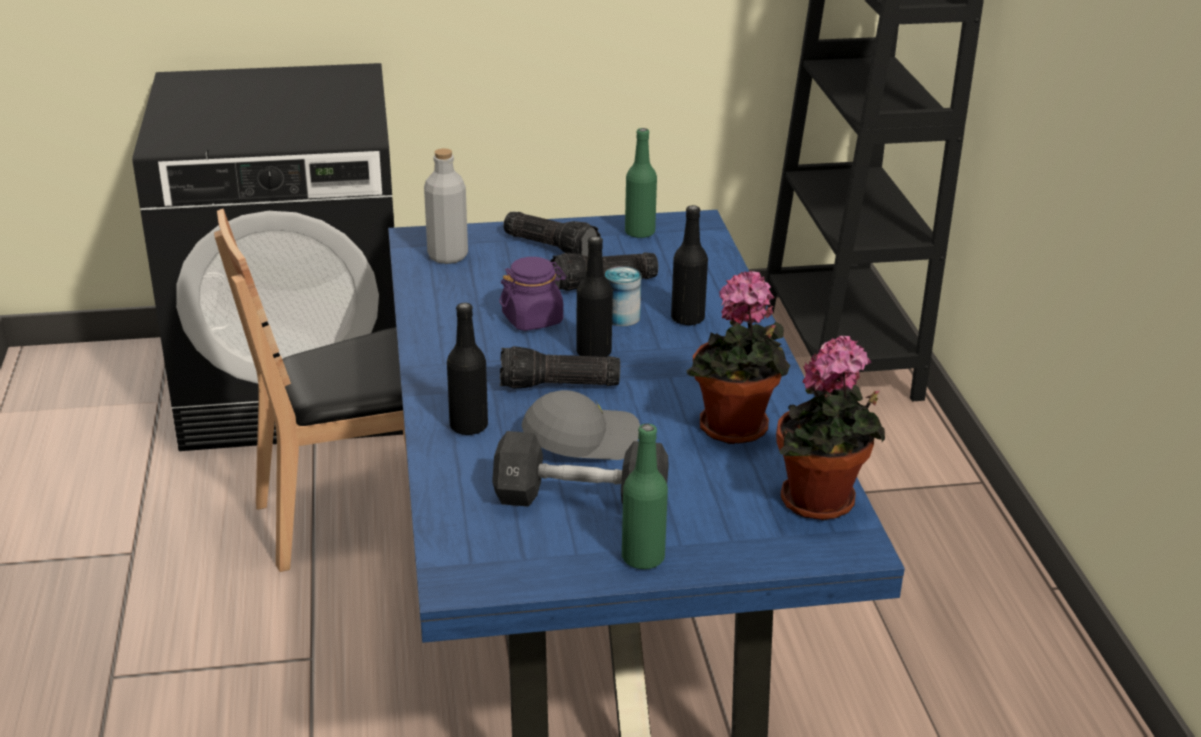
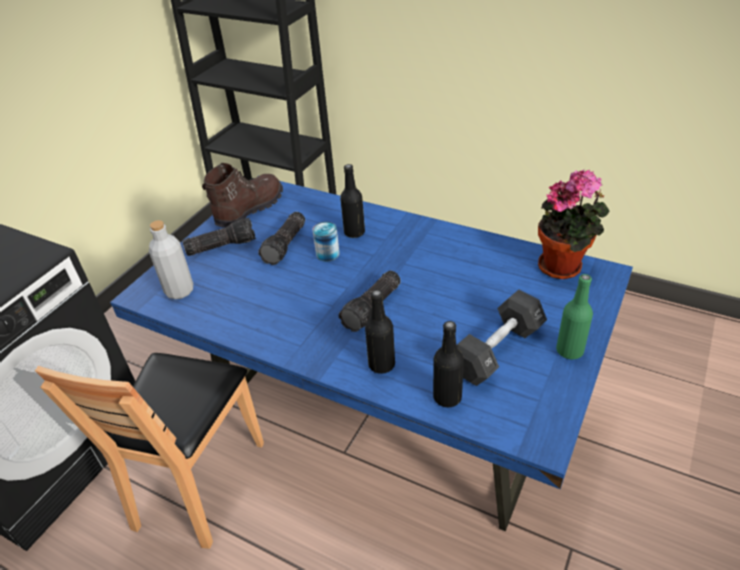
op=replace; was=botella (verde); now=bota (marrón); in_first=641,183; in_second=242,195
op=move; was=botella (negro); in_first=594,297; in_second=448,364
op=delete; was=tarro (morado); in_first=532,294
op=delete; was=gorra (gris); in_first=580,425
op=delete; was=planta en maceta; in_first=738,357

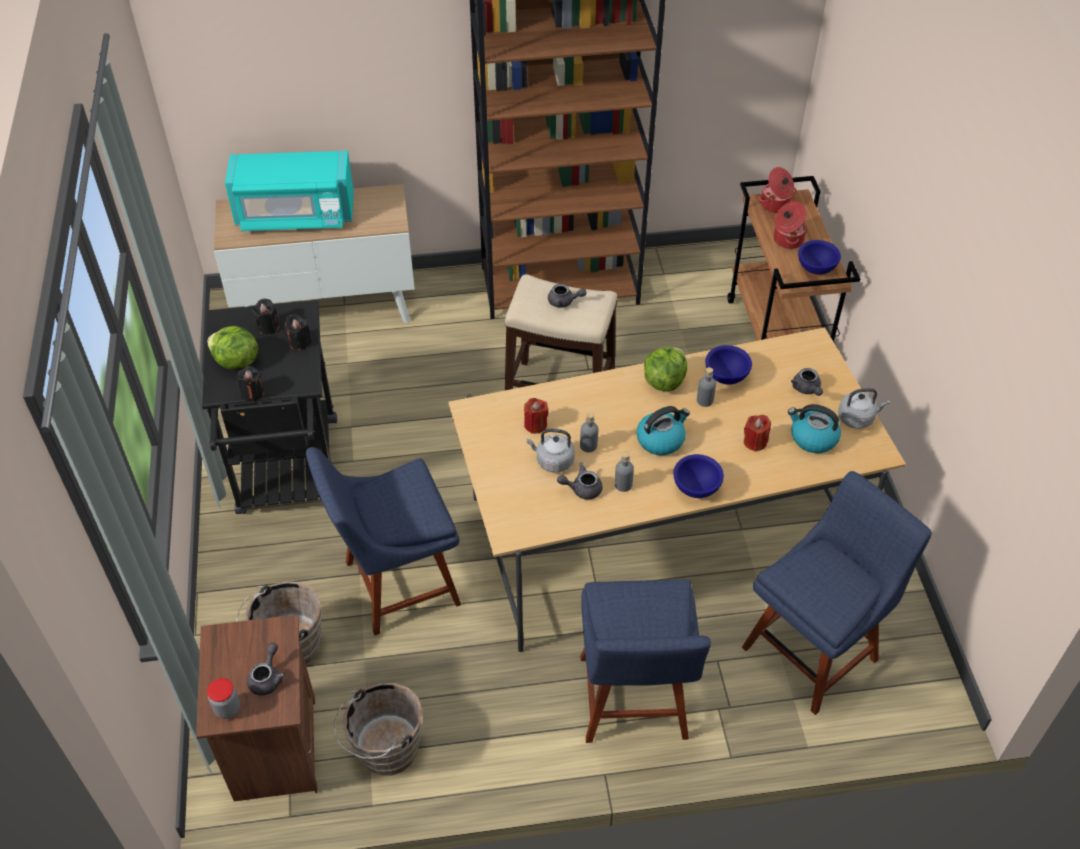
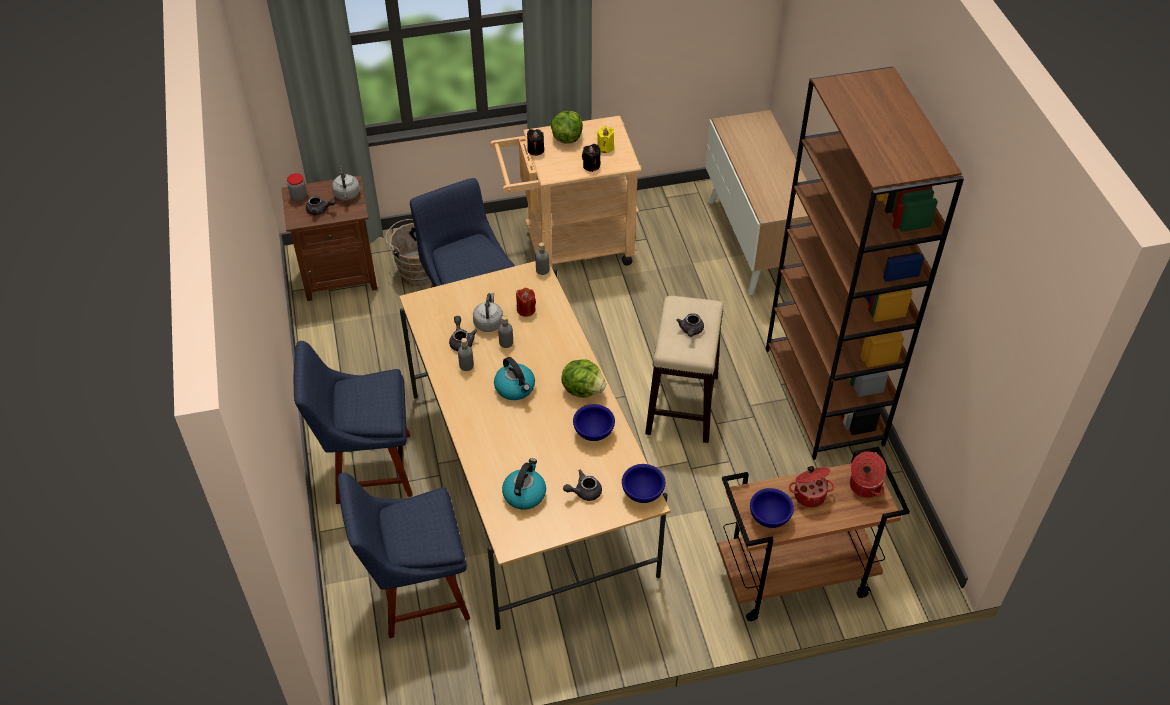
op=move; was=hervidor (gris); in_first=864,408; in_second=346,183
op=rotate; was=silla (azul); in_first=837,593; in_second=404,555; clockwise=120
op=recolor; was=carrito (negro); now=carrito (beis); in_first=269,407; in_second=566,192
op=move; was=botella (gris); in_first=706,387; in_second=542,258
op=recolor; was=vela (negro); now=vela (amarillo); in_first=265,317; in_second=605,139
op=move; was=cuenco (azul); in_first=698,476; in_second=643,483
op=delete; was=microondas (turquesa); in_first=289,191
op=delete; was=cubo (marrón); in_first=378,729
op=delete; was=vela (rojo); in_first=757,433

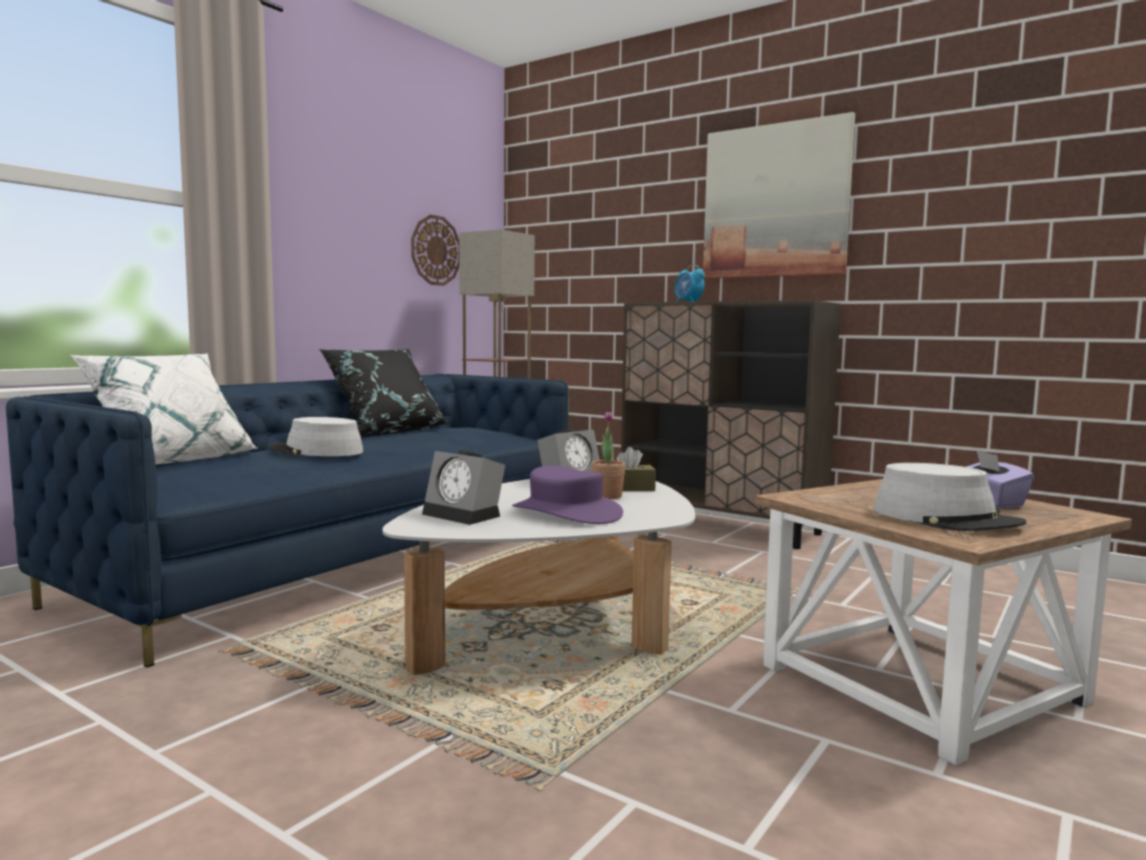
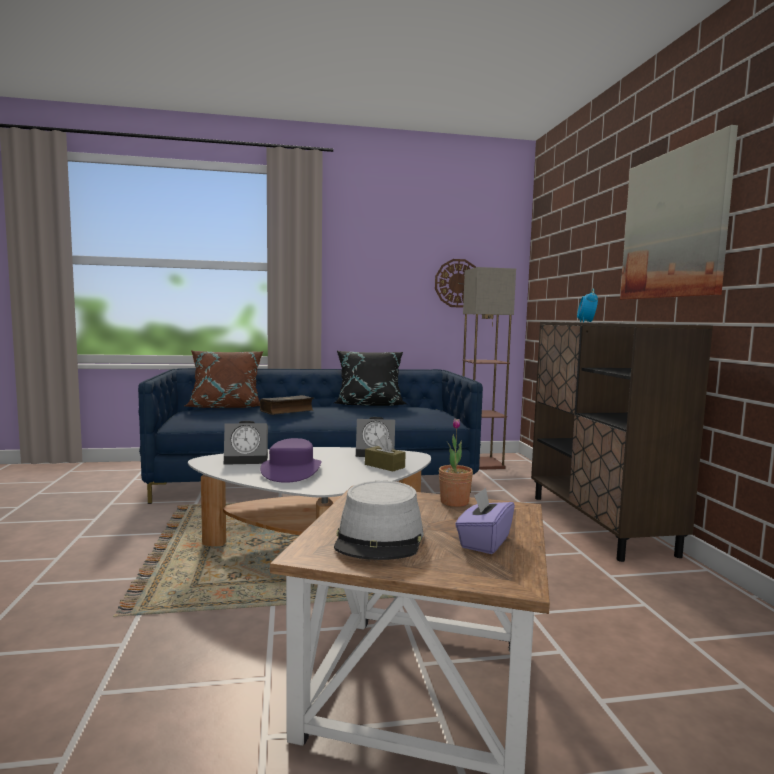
op=recolor; was=cojín (blanco); now=cojín (marrón); in_first=164,409; in_second=224,379
op=rotate; was=despertador; in_first=463,487; in_second=246,443; clockwise=-90
op=replace; was=sombrero (gris); now=libro; in_first=316,436; in_second=286,405
op=move; was=planta en maceta; in_first=609,455; in_second=456,462

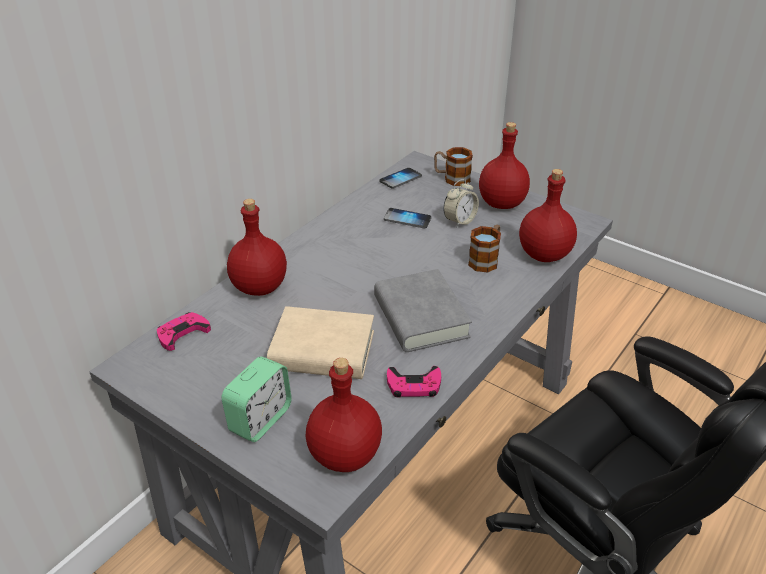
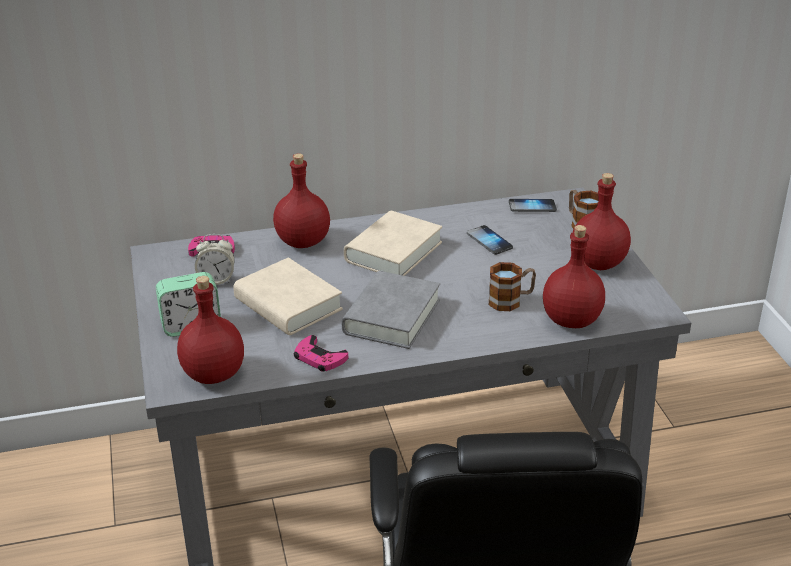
op=move; was=despertador; in_first=461,203; in_second=215,259
op=insert; now=libro (beis); in_second=393,243

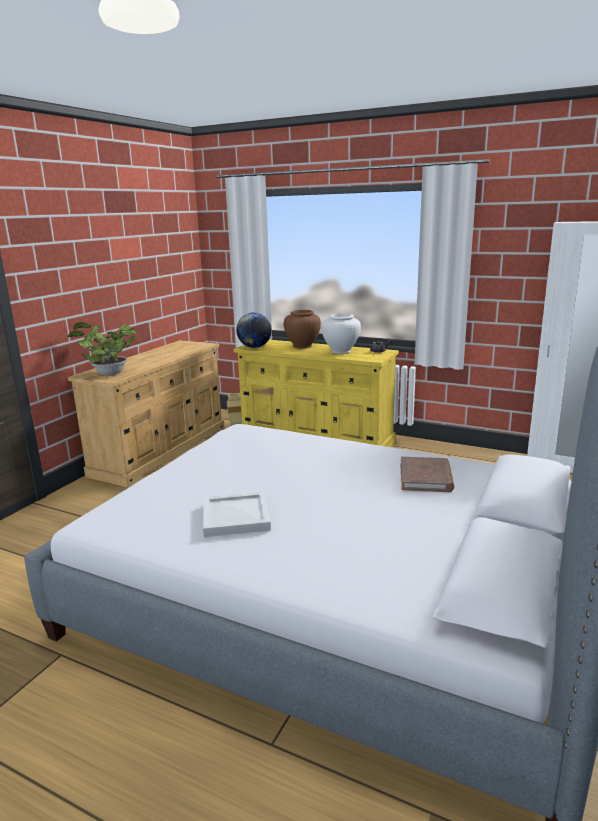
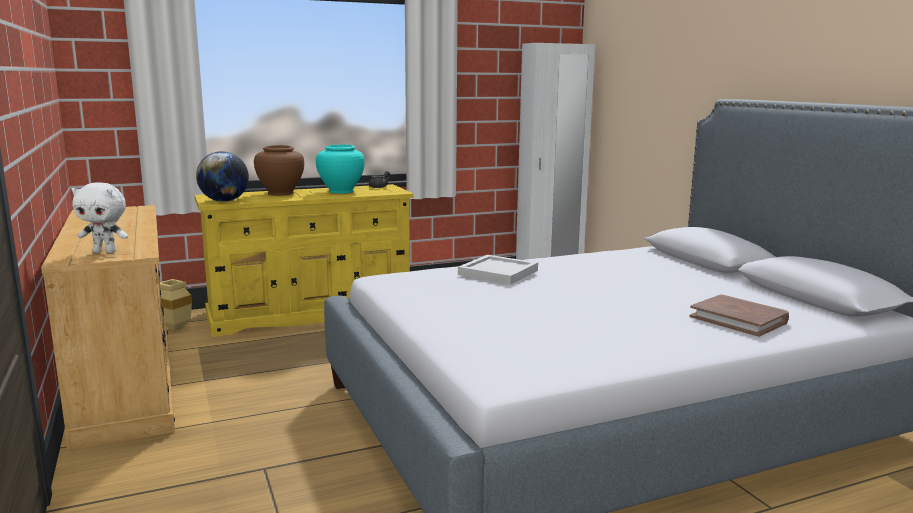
op=replace; was=planta en maceta; now=peluche (blanco); in_first=101,349; in_second=99,217
op=recolor; was=florero (blanco); now=florero (turquesa); in_first=341,333; in_second=340,169
op=move; was=bandeja (blanco); in_first=237,514; in_second=498,270
op=move; was=libro (marrón); in_first=427,474; in_second=739,315

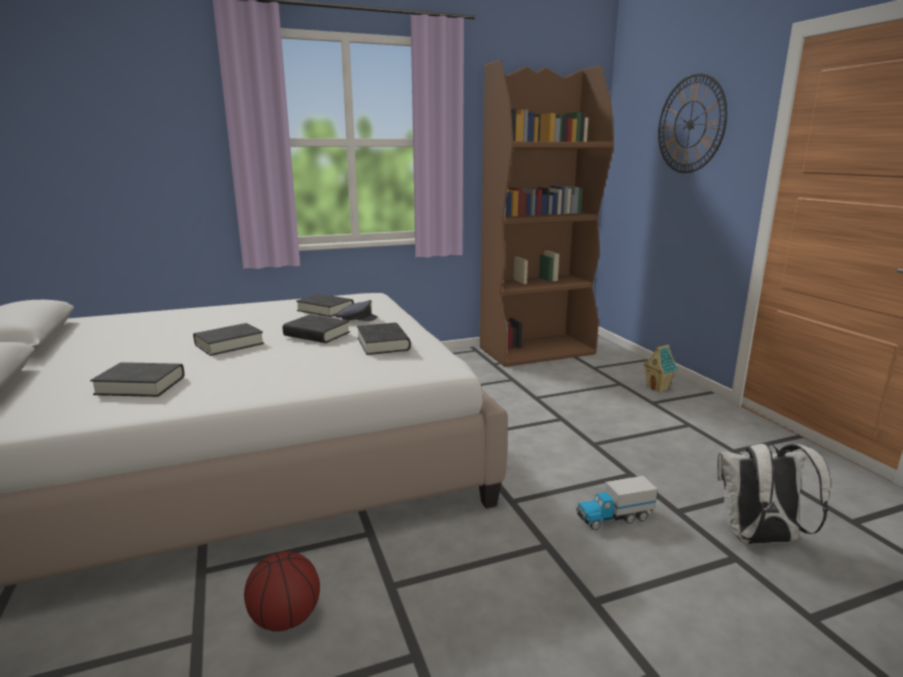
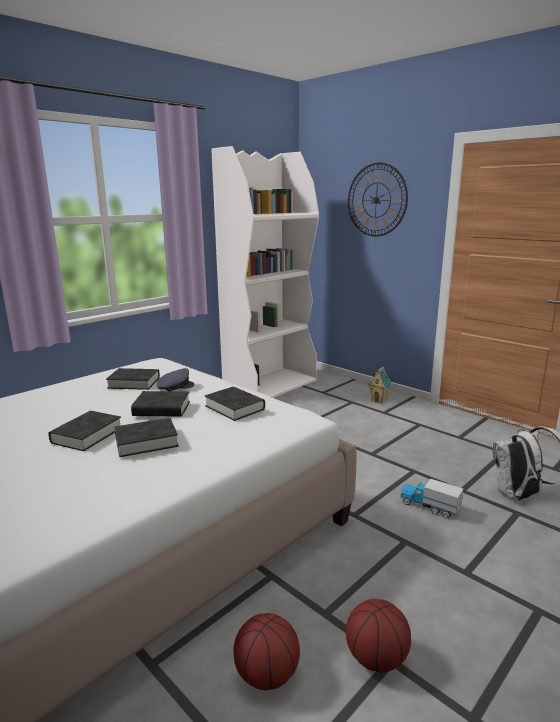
op=move; was=libro (negro); in_first=137,379; in_second=146,437
op=recolor; was=estantería (marrón); now=estantería (blanco); in_first=547,213; in_second=265,272
op=insert; now=balón de baloncesto; in_second=378,635
op=rotate; was=camión de juguete; in_first=617,503; in_second=432,498; clockwise=75

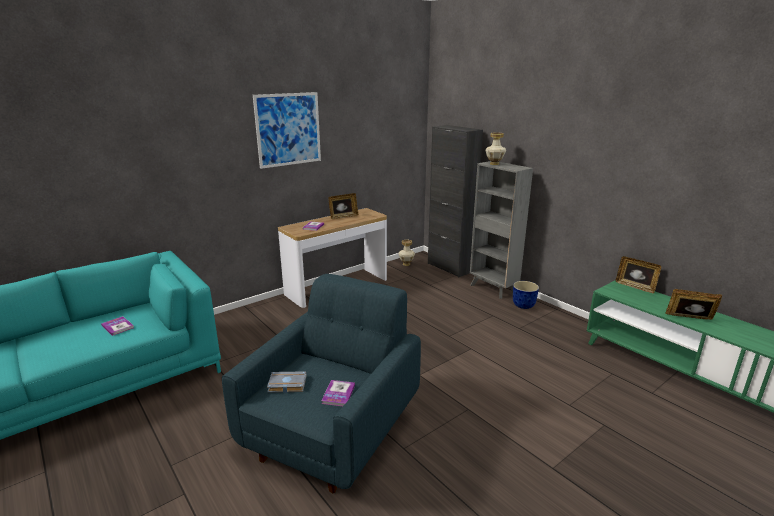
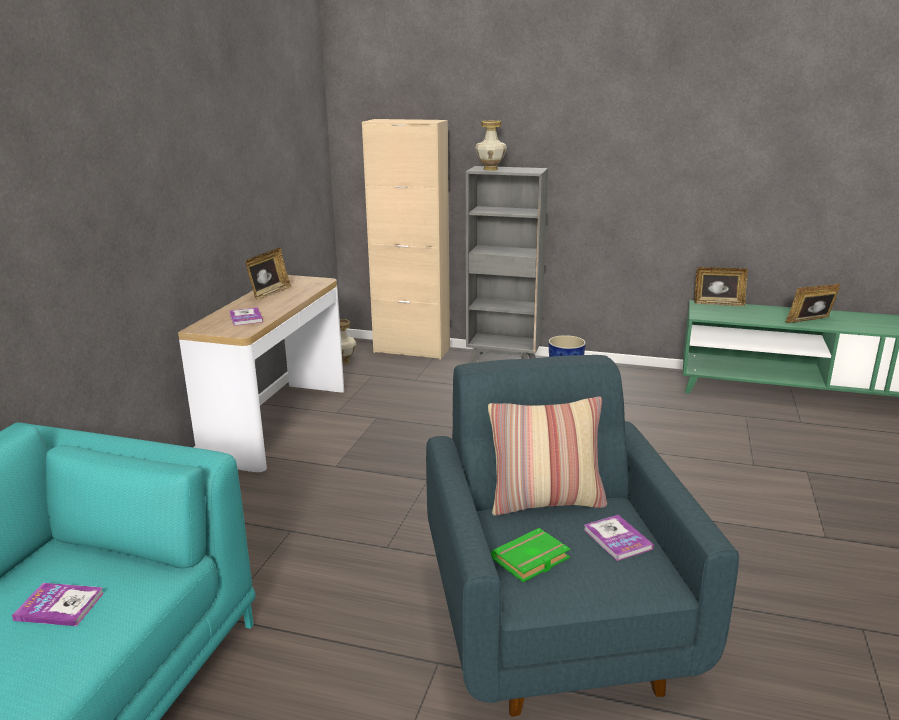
op=recolor; was=armario (negro); now=armario (beis); in_first=455,201; in_second=406,239
op=insert; now=cojín; in_second=547,455
op=recolor; was=libro (gris); now=libro (verde); in_first=286,382; in_second=530,555
op=delete; was=cuadro; in_first=287,130

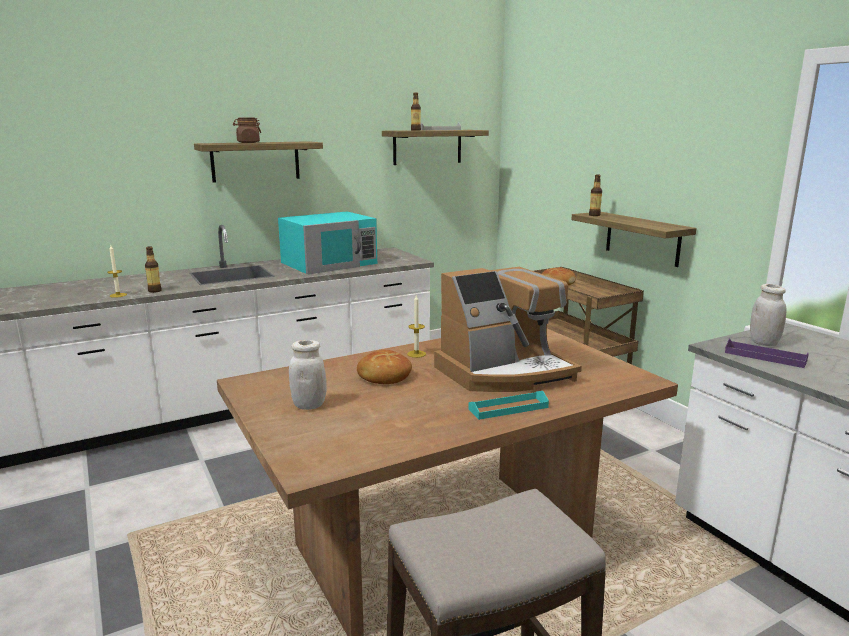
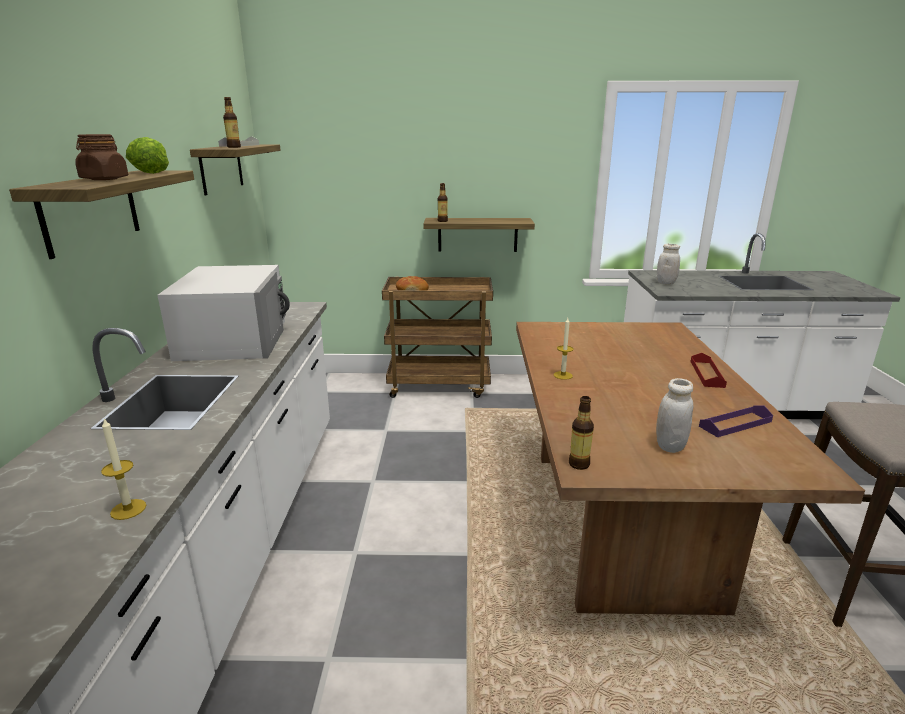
op=insert; now=lechuga; in_second=147,155
op=recolor; was=microondas (turquesa); now=microondas (blanco); in_first=327,243; in_second=223,313
op=move; was=botella; in_first=153,269; in_second=581,433
op=recolor; was=bandeja (turquesa); now=bandeja (rojo); in_first=508,405; in_second=709,370
op=move; was=bandeja (morado); in_first=767,353; in_second=736,421
op=delete; was=pan; in_first=384,367
op=delete; was=cafetera; in_first=508,329

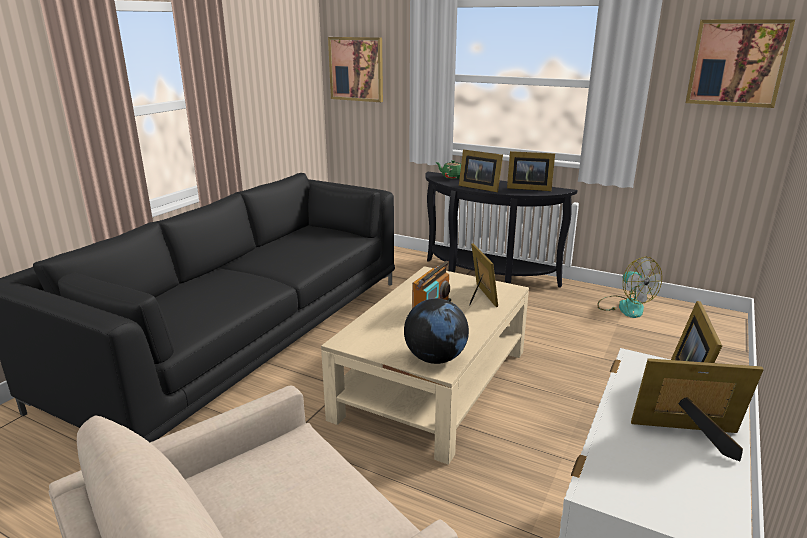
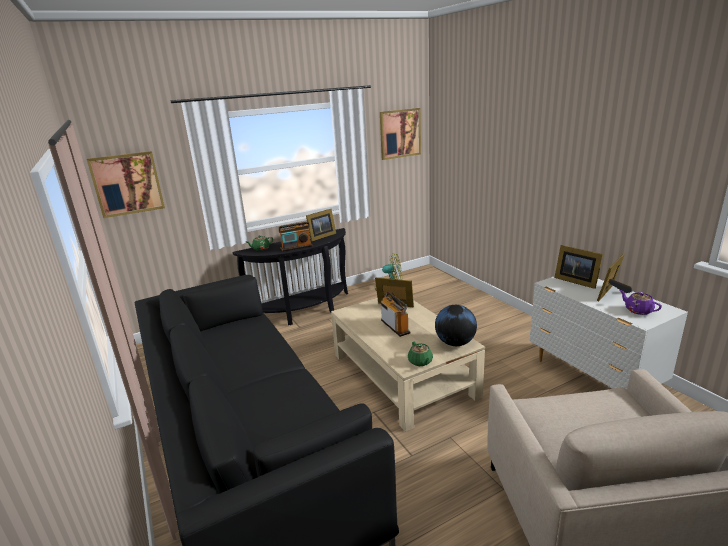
op=replace; was=portarretratos; now=radio; in_first=481,170; in_second=296,237
op=insert; now=tetera (verde); in_second=420,354
op=insert; now=tetera (morado); in_second=641,302

